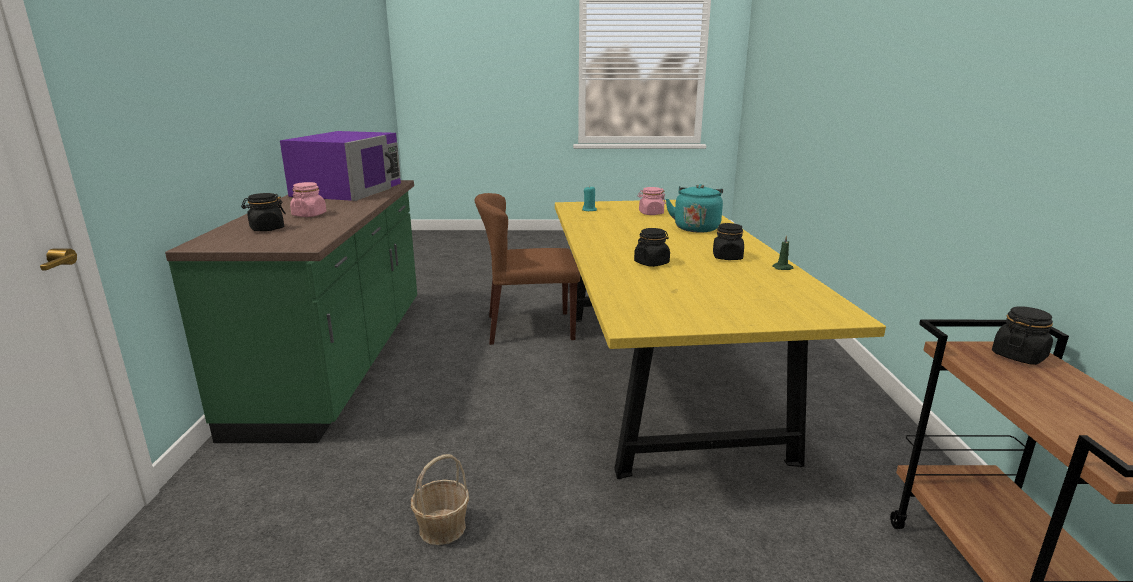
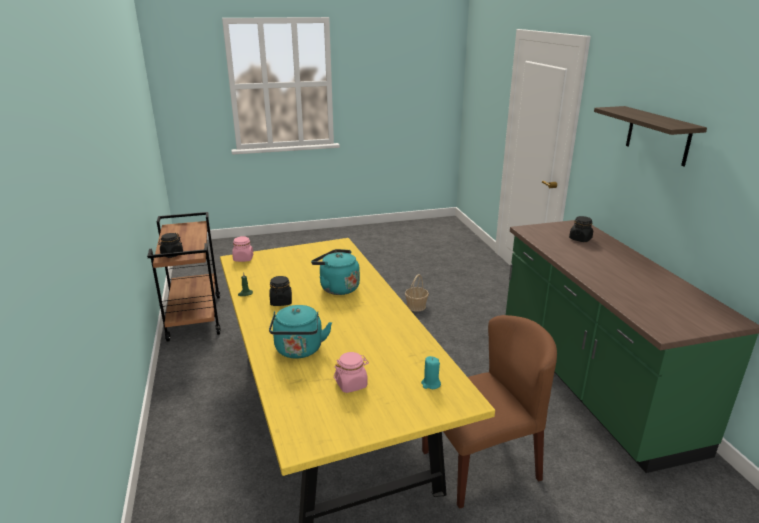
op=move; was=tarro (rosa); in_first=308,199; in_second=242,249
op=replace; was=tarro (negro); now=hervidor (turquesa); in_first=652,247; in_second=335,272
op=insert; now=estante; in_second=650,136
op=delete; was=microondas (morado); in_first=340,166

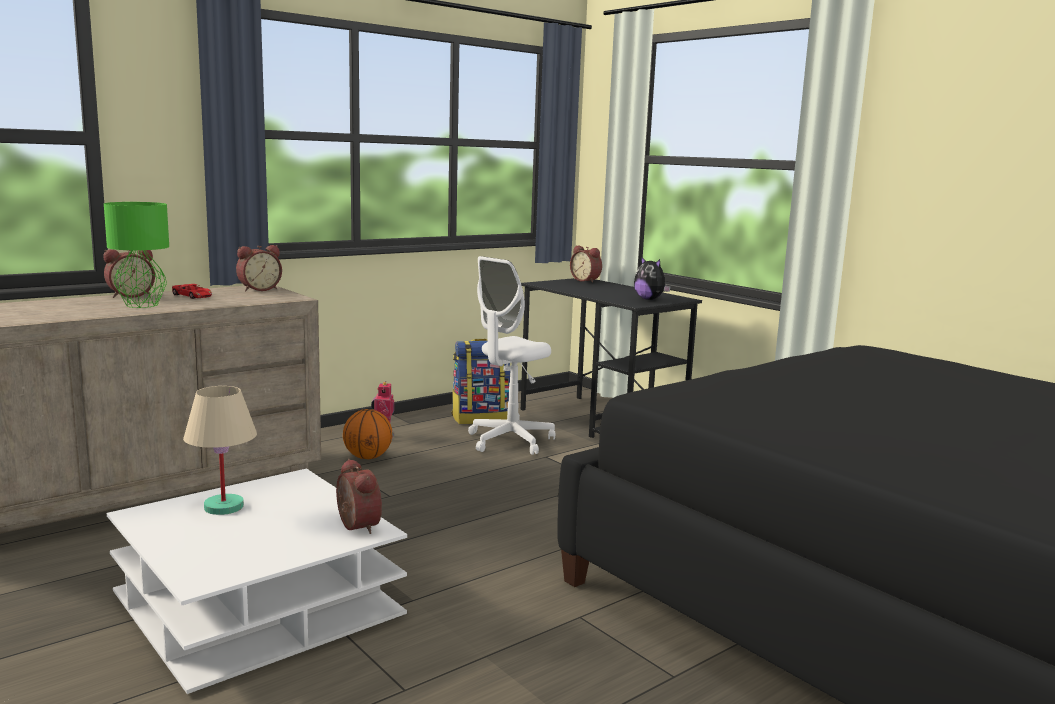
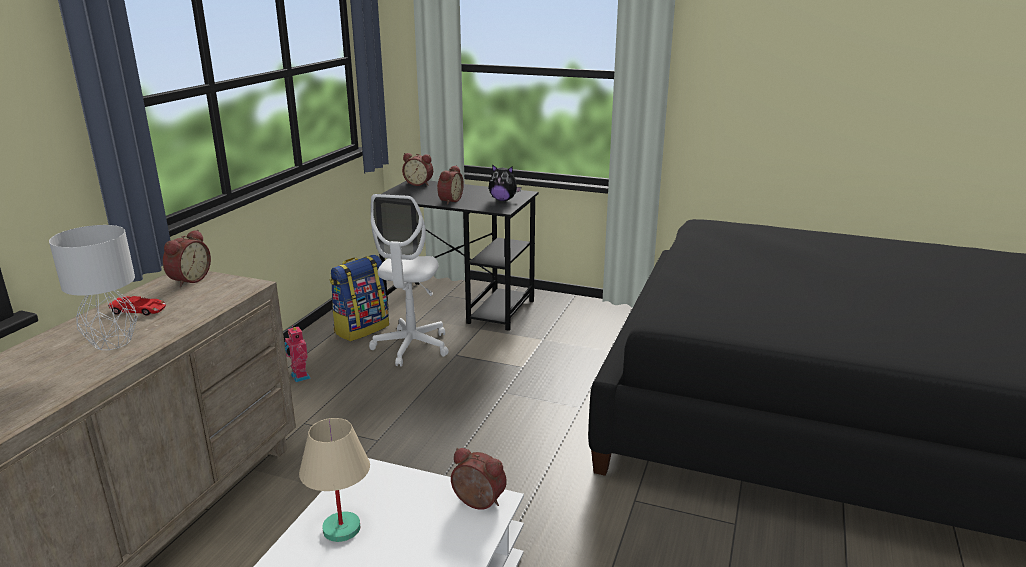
op=recolor; was=lámpara de mesa (verde); now=lámpara de mesa (gris); in_first=136,255; in_second=93,287
op=move; was=despertador; in_first=129,273; in_second=450,185
op=delete; was=balón de baloncesto; in_first=368,434

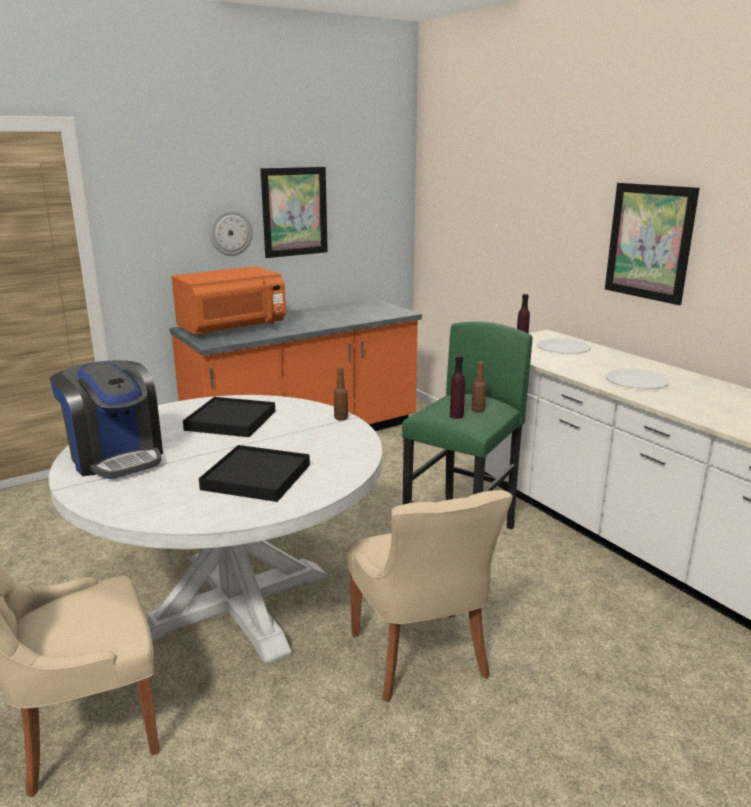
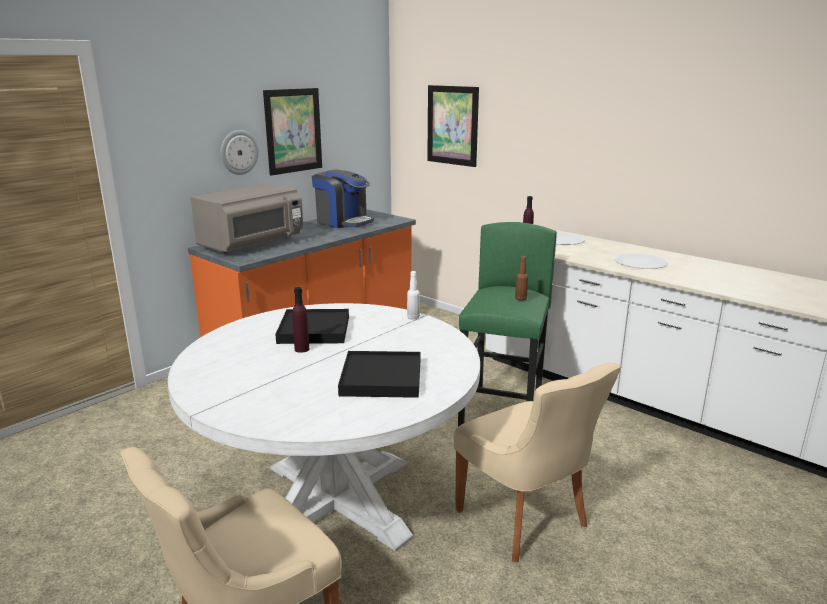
op=recolor; was=microondas (naranja); now=microondas (gris); in_first=229,301; in_second=247,219
op=move; was=botella (morado); in_first=457,387; in_second=300,320
op=move; was=cafetera; in_first=106,419; in_second=343,198
op=recolor; was=botella (marrón); now=botella (blanco); in_first=341,393; in_second=413,295
op=move; was=cuadro; in_first=652,244; in_second=453,126

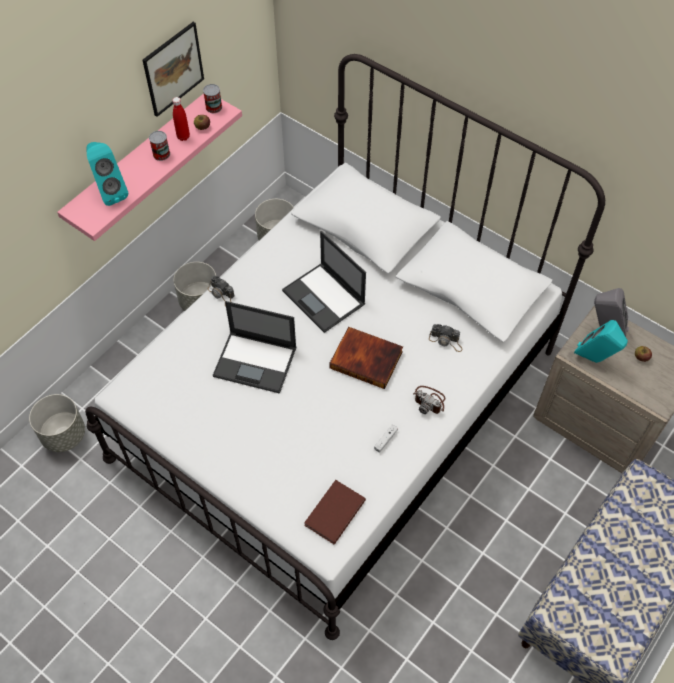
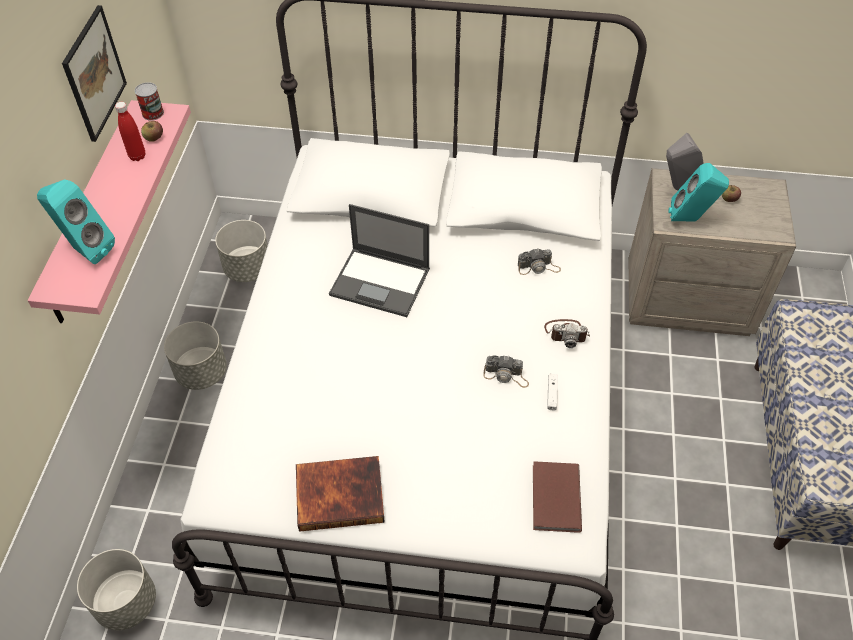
op=move; was=libro; in_first=366,358; in_second=340,493
op=move; was=cámara; in_first=220,291; in_second=506,371
op=delete; was=lata; in_first=159,146
op=delete; was=portátil; in_first=255,347

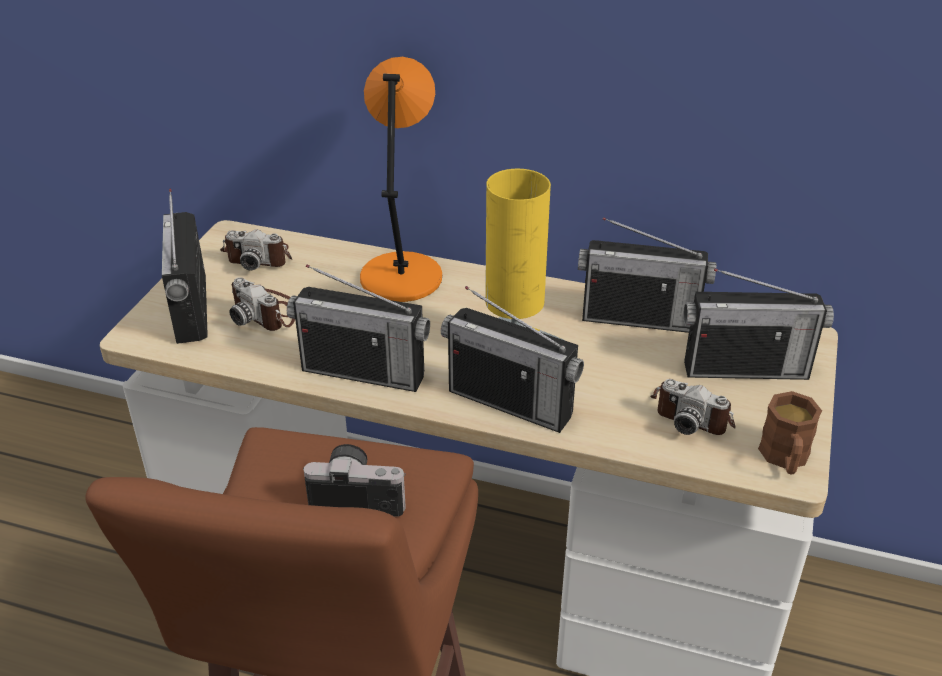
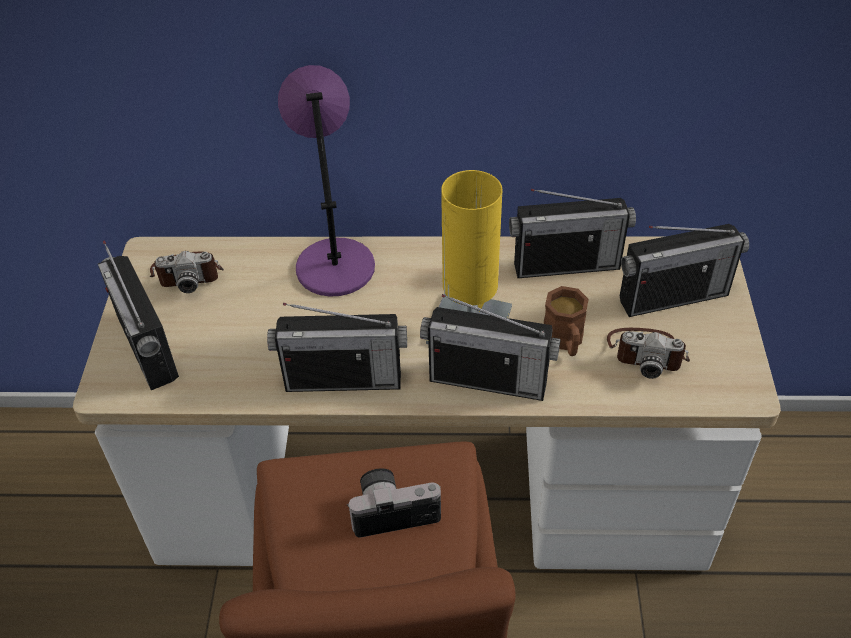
op=recolor; was=lámpara de mesa (naranja); now=lámpara de mesa (morado); in_first=401,179; in_second=326,181
op=move; was=taza grande (marrón); in_first=790,432; in_second=566,321
op=delete; was=cámara; in_first=262,304

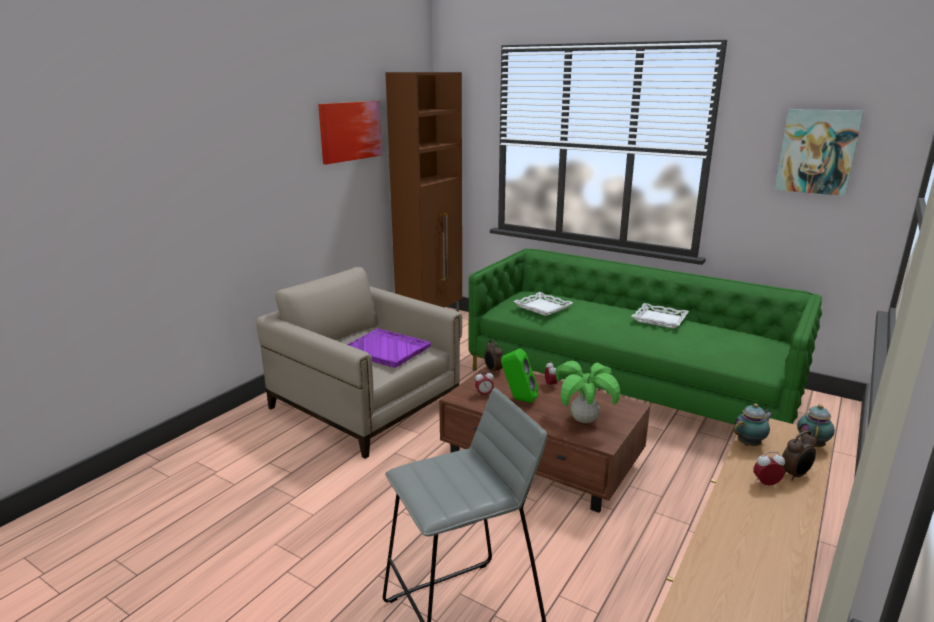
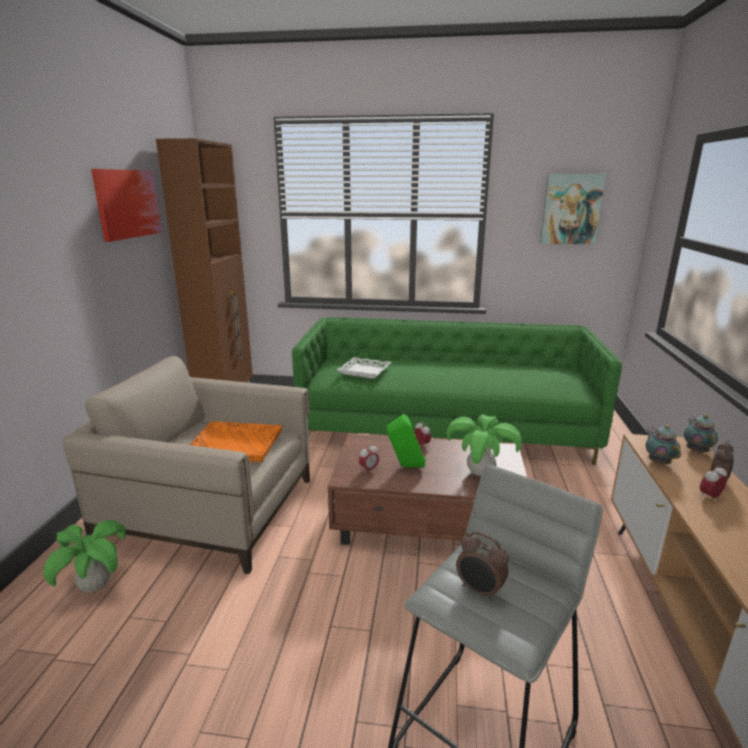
op=insert; now=planta en maceta; in_second=85,556
op=recolor; was=bandeja (morado); now=bandeja (naranja); in_first=389,348; in_second=236,441
op=move; was=despertador; in_first=493,357; in_second=482,566
op=rotate; was=tetera; in_first=753,424; in_second=663,445; clockwise=-45
op=delete; was=bandeja (blanco); in_first=660,316

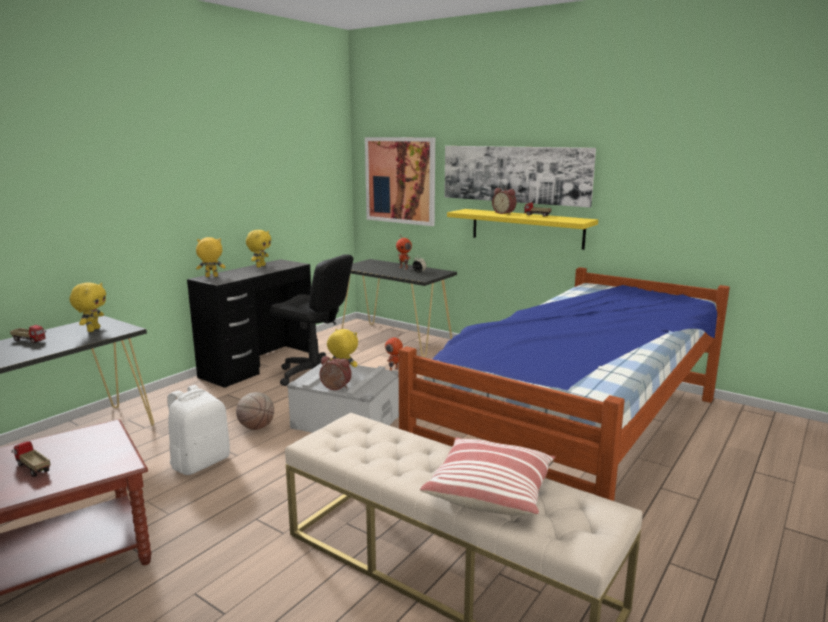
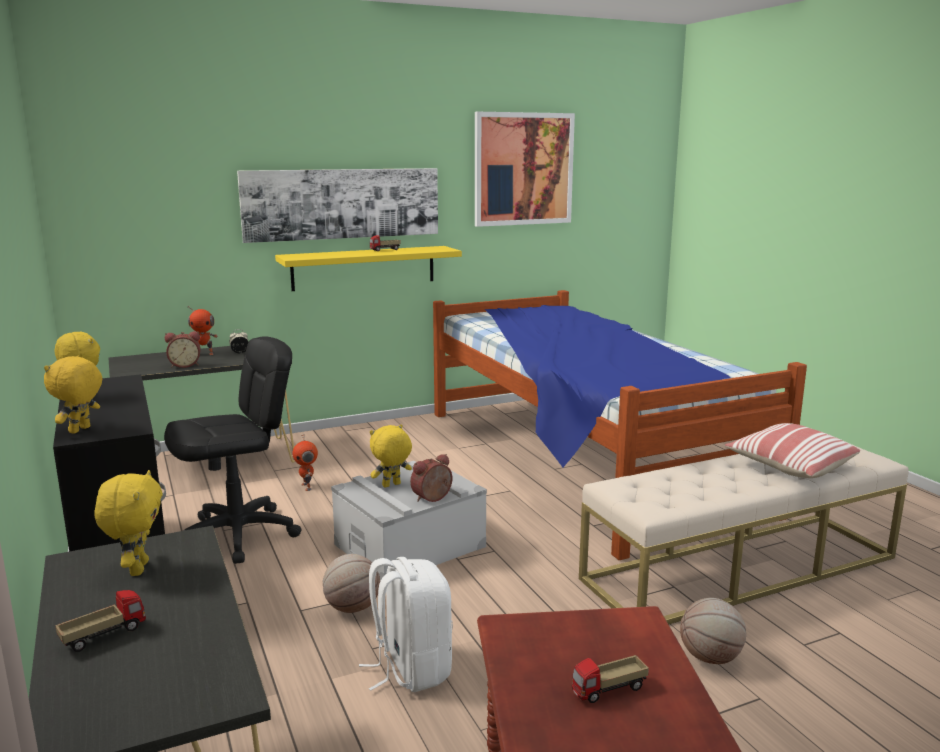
op=rotate; was=peluche (amarillo); in_first=88,307; in_second=128,523; clockwise=45
op=move; was=despertador; in_first=504,201; in_second=183,349
op=move; was=cuadro; in_first=400,181; in_second=525,169
op=insert; now=balón de baloncesto; in_second=713,631

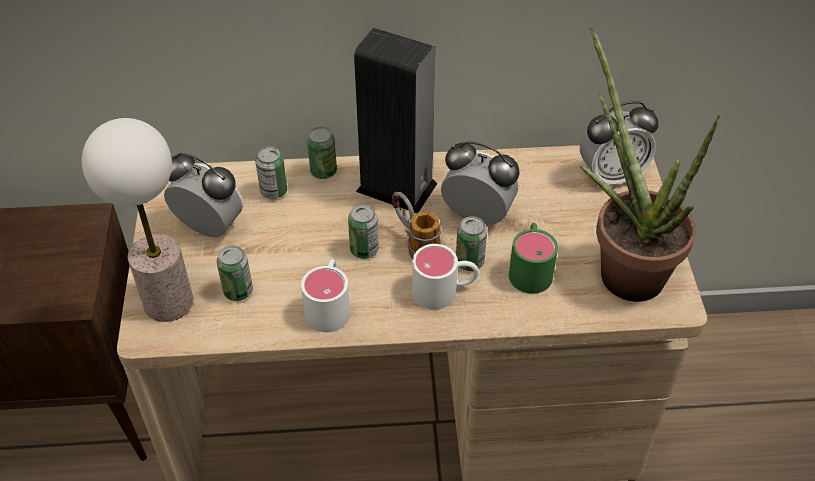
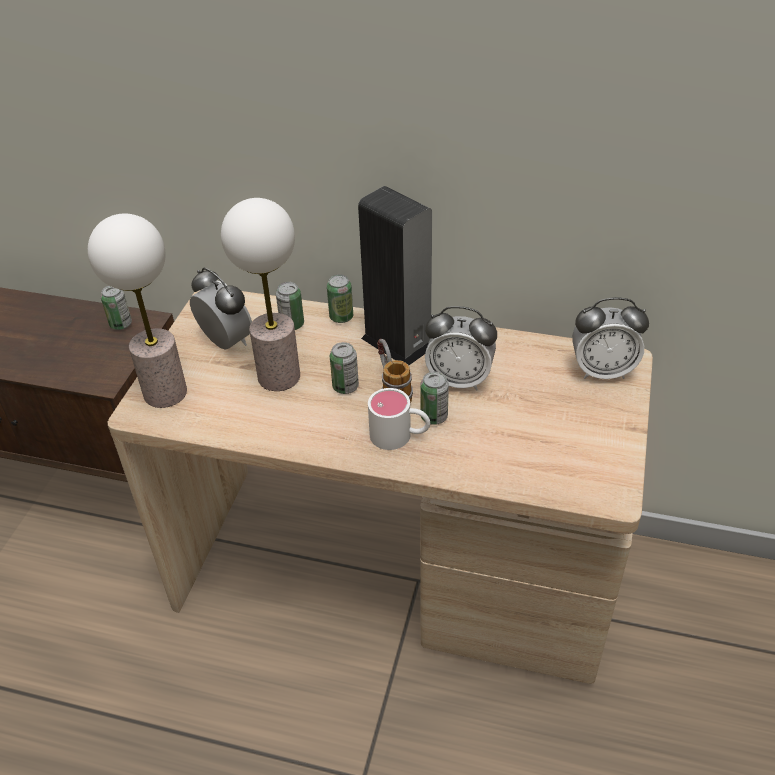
op=move; was=lata; in_first=235,273; in_second=116,308
op=insert; now=lámpara de mesa; in_second=260,294
op=rotate; was=despertador; in_first=480,183; in_second=461,348; clockwise=150
op=delete; was=taza grande (blanco); in_first=325,295
op=delete; was=taza grande (verde); in_first=533,258
op=delete; was=planta en maceta; in_first=649,164

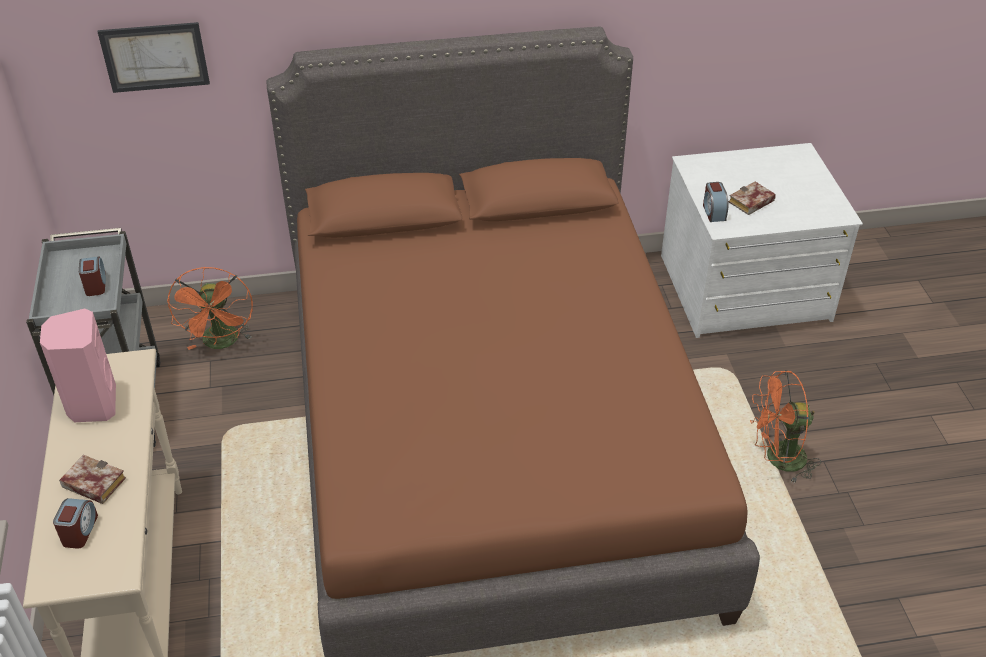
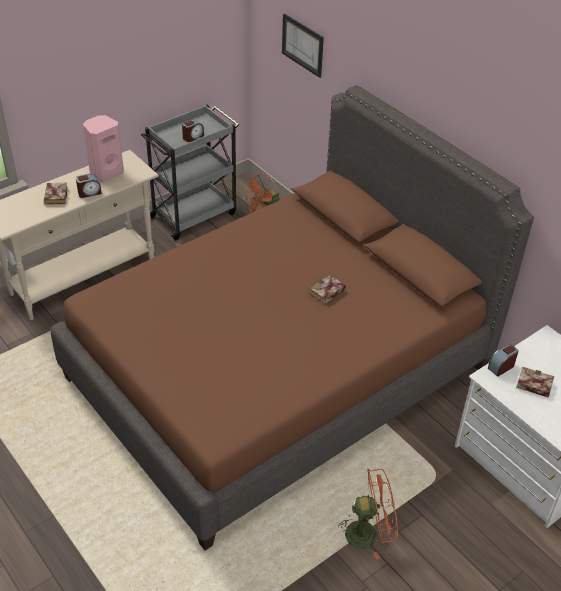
op=move; was=despertador; in_first=75,523; in_second=89,186
op=insert; now=libro; in_second=328,289
op=rotate; was=ventilador (naranja); in_first=785,427; in_second=368,514; clockwise=120

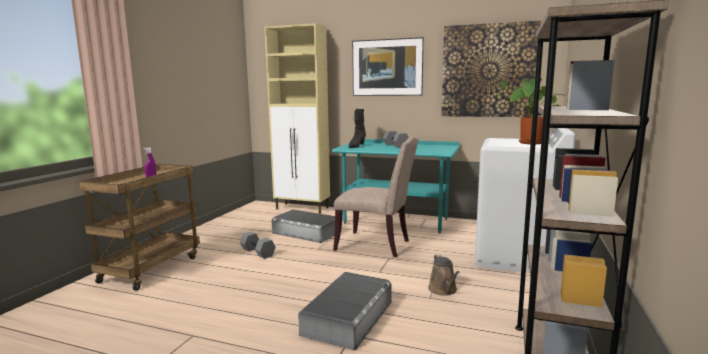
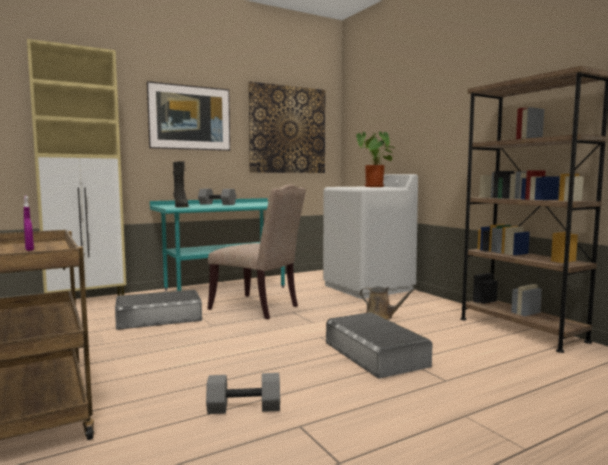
op=move; was=mancuerna (gris); in_first=258,245; in_second=243,393
op=rotate; was=silla (beis); in_first=376,197; in_second=256,252; clockwise=60

